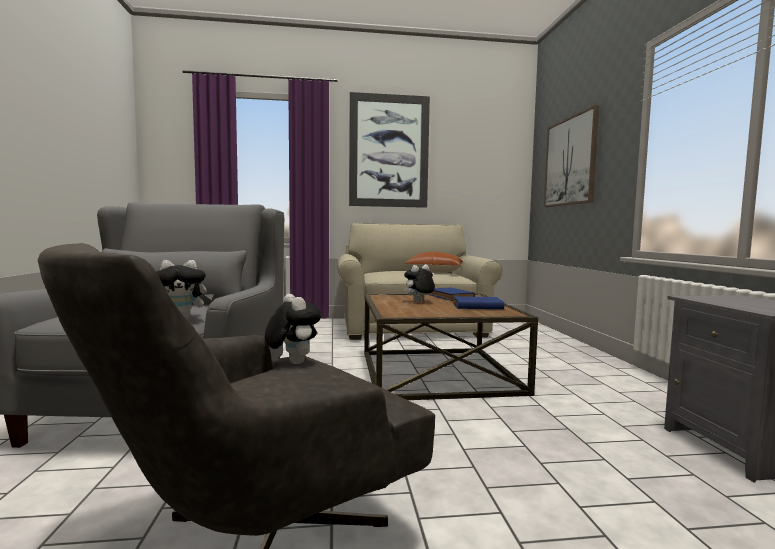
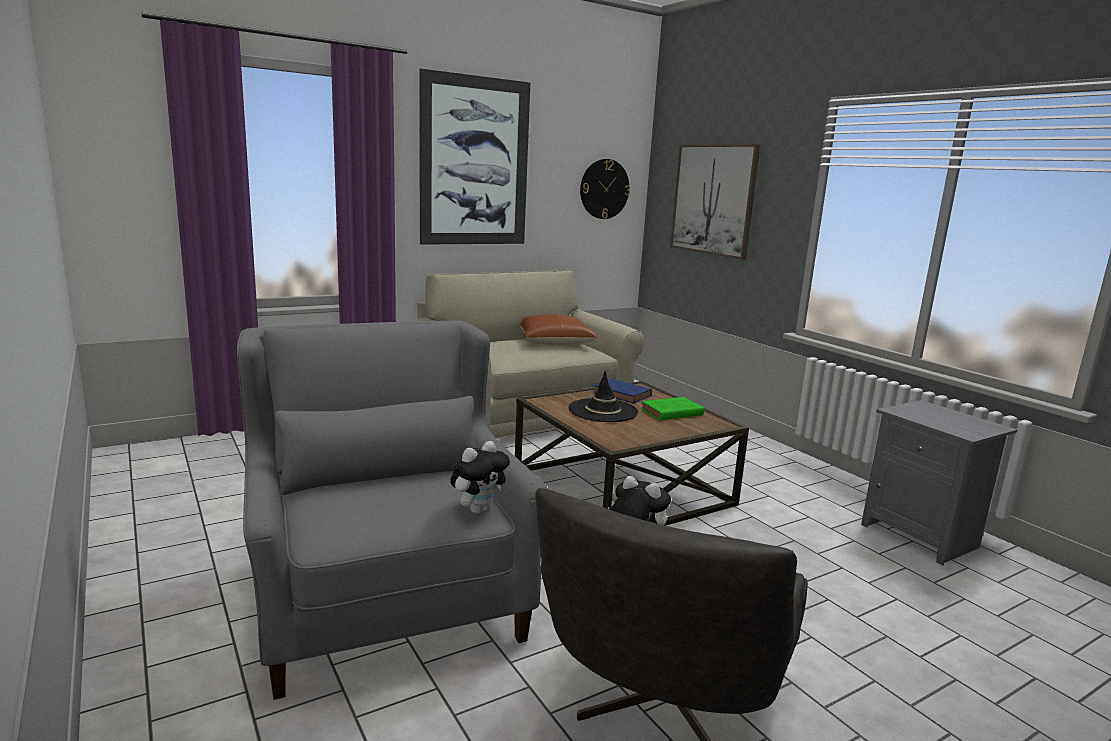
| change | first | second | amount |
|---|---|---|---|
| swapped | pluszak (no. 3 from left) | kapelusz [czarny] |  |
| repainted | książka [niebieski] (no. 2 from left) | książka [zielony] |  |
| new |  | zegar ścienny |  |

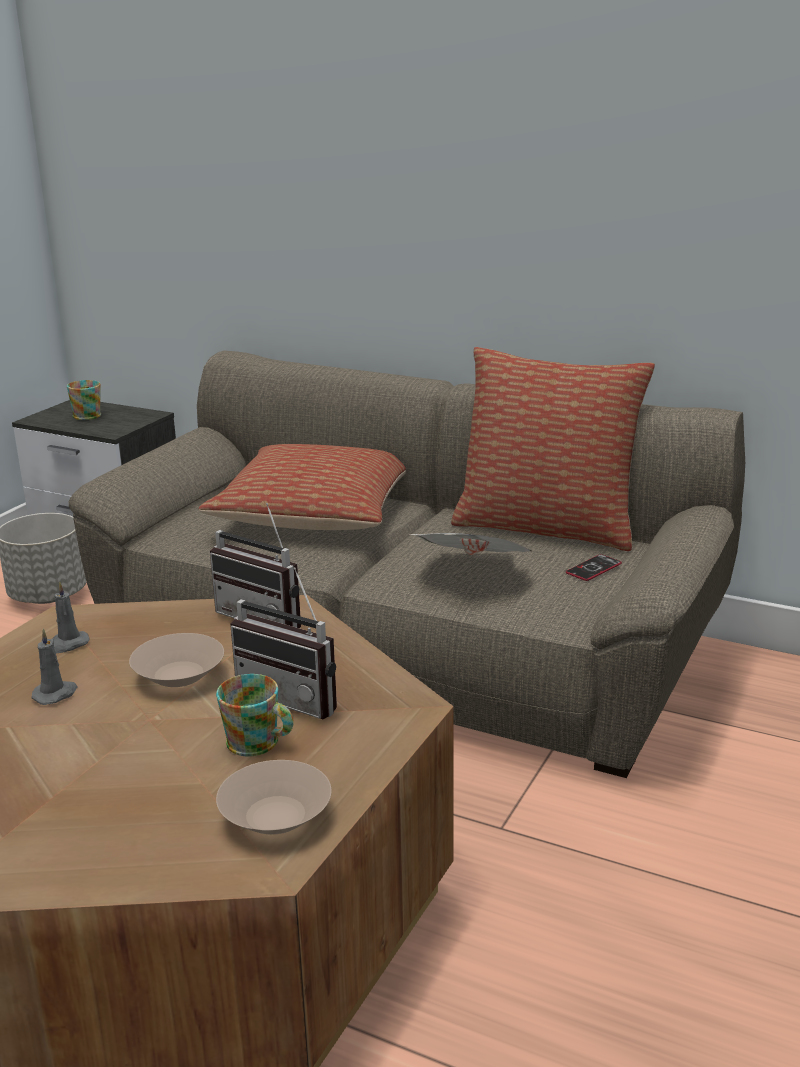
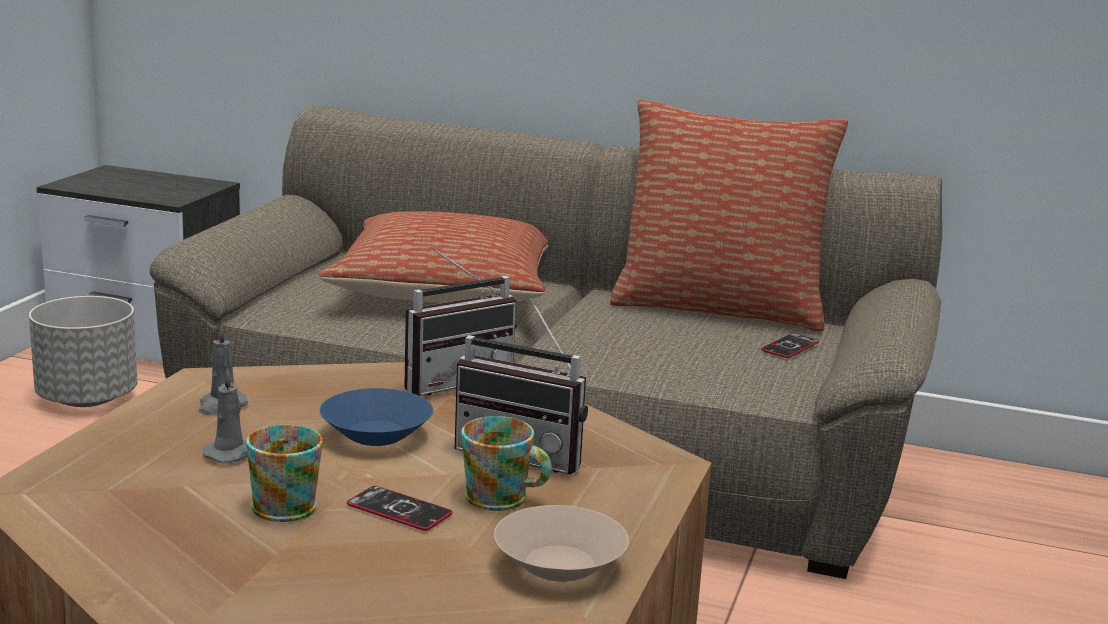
| change | first | second | amount |
|---|---|---|---|
| shifted | kubek (no. 1 from left) |  |  |
| rotated | radio (no. 1 from left) |  | 60 degrees counterclockwise |
| gone | gazeta |  |  |
| repainted | miska [beżowy] (no. 1 from left) | miska [niebieski] |  |
| new |  | telefon (no. 1 from left) |  |

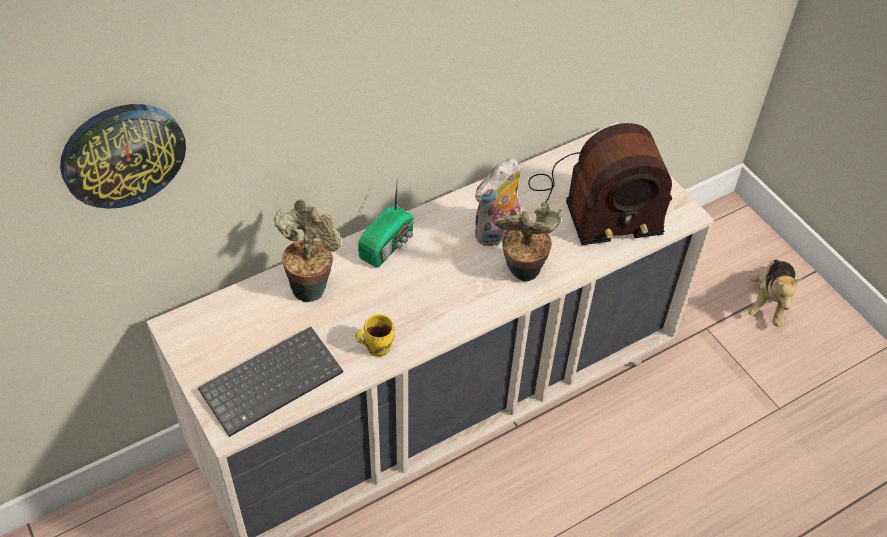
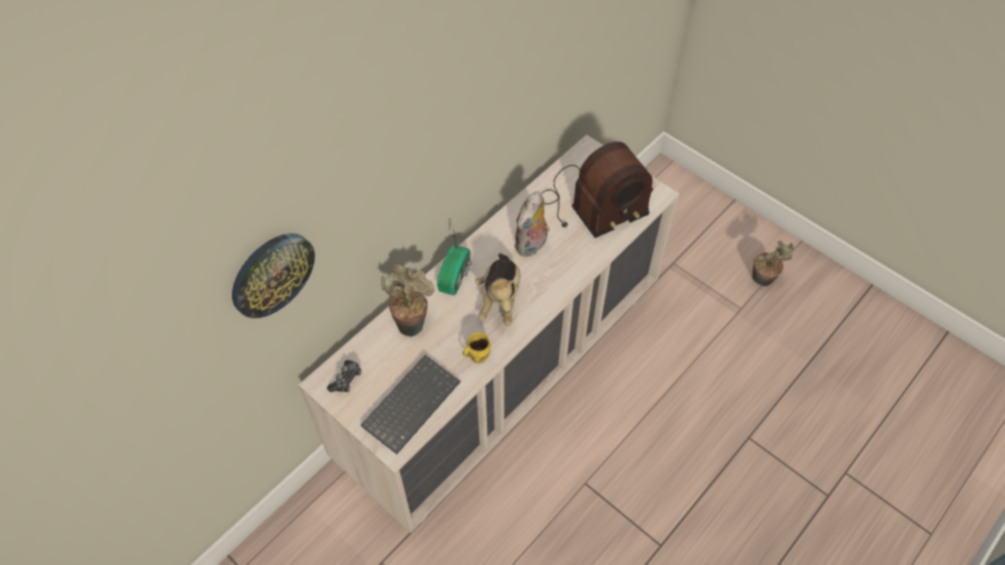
| change | first | second | amount |
|---|---|---|---|
| shifted | roślina doniczkowa (no. 2 from left) |  |  |
| shifted | pluszak (no. 2 from left in the first image) | pluszak (no. 1 from left) |  |
| new |  | pad do gier |  |

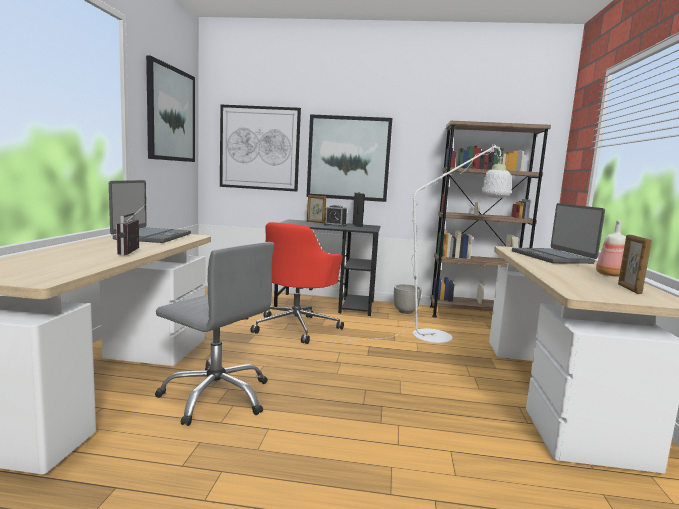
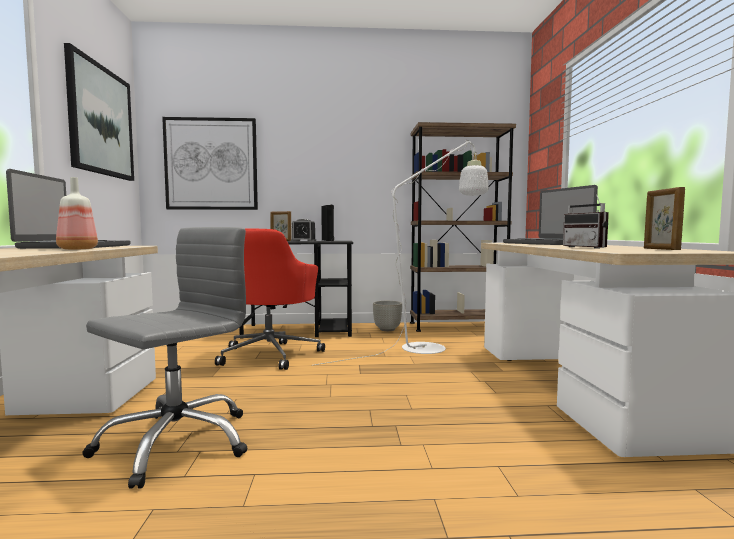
| change | first | second | amount |
|---|---|---|---|
| gone | obraz (no. 3 from left) |  |  |
| shifted | radio |  |  |
| shifted | butelka |  |  |
| rotated | krzesło biurowe [szary] |  | 75 degrees counterclockwise |

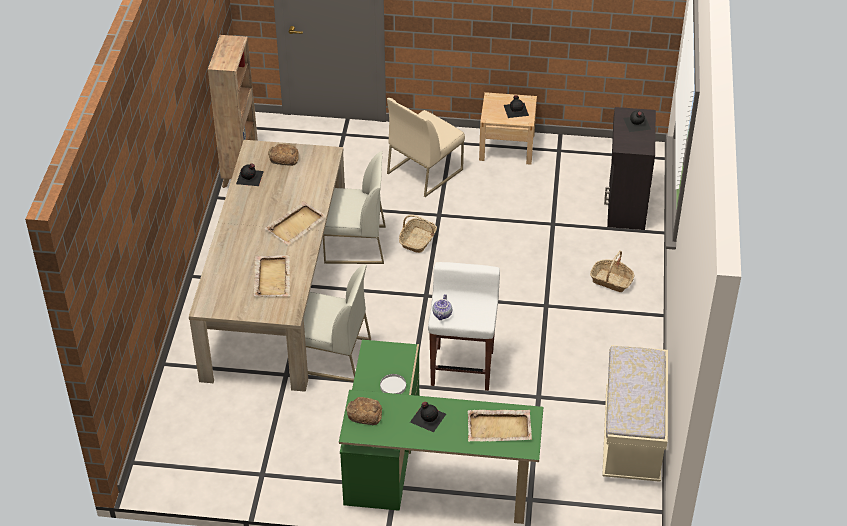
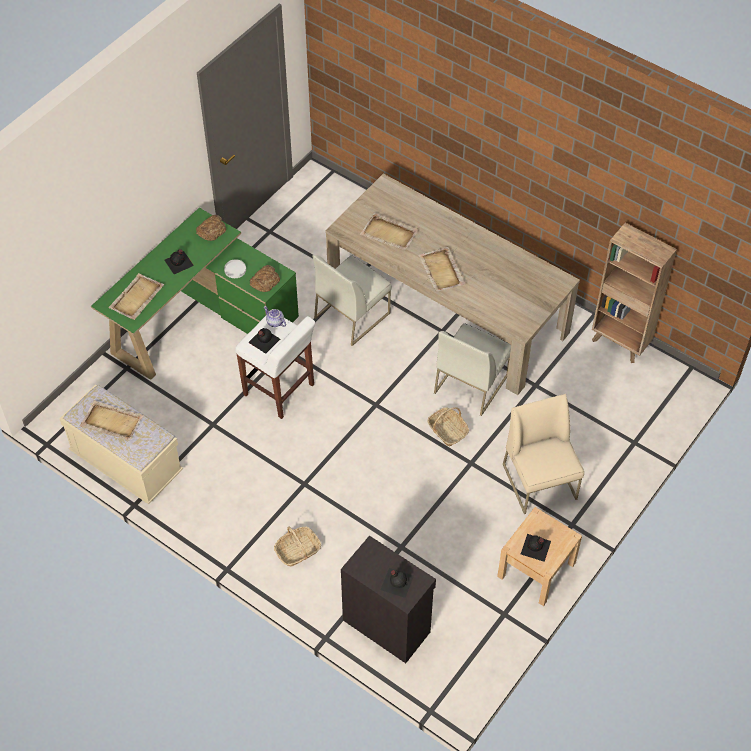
| change | first | second | amount |
|---|---|---|---|
| shifted | chleb (no. 1 from left in the first image) | chleb (no. 2 from left) |  |
| shifted | butelka [czarny] (no. 1 from left in the first image) | butelka [czarny] (no. 2 from left) |  |
| new |  | taca [beżowy] (no. 1 from left) |  |

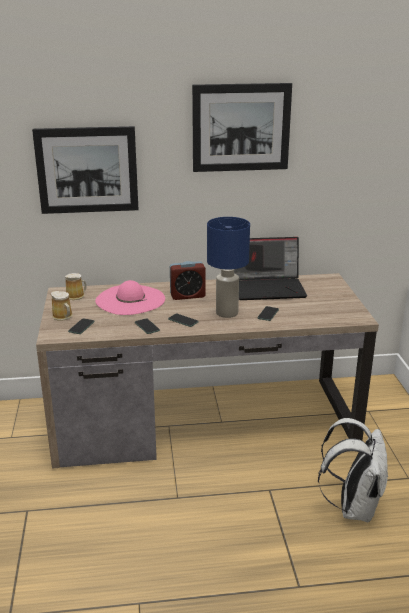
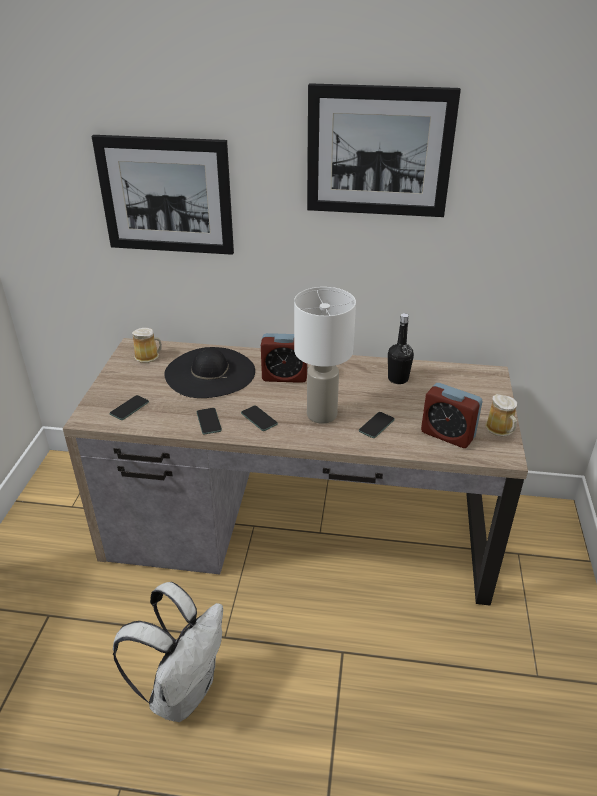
| change | first | second | amount |
|---|---|---|---|
| repainted | lampa stołowa [niebieski] | lampa stołowa [biały] |  |
| swapped | laptop | butelka [czarny] |  |
| repainted | kapelusz [różowy] | kapelusz [czarny] |  |
| shifted | kubek (no. 1 from left in the first image) | kubek (no. 2 from left) |  |
| shifted | plecak [biały] |  |  |
| new |  | budzik (no. 2 from left) |  |

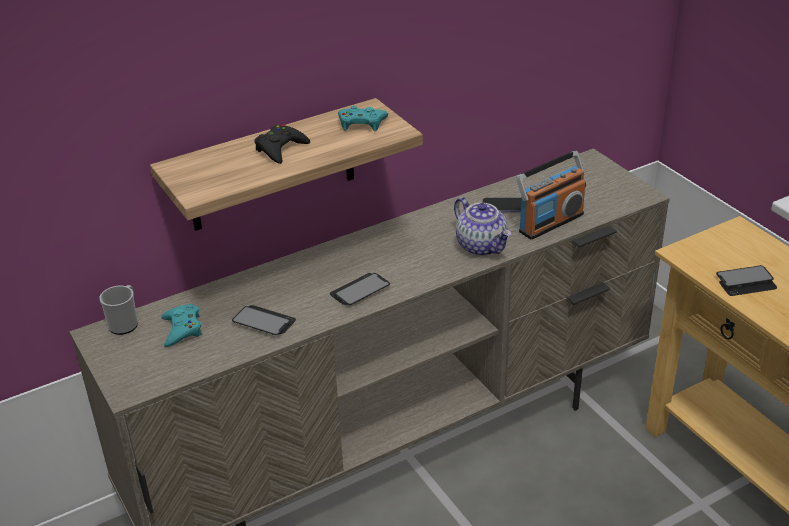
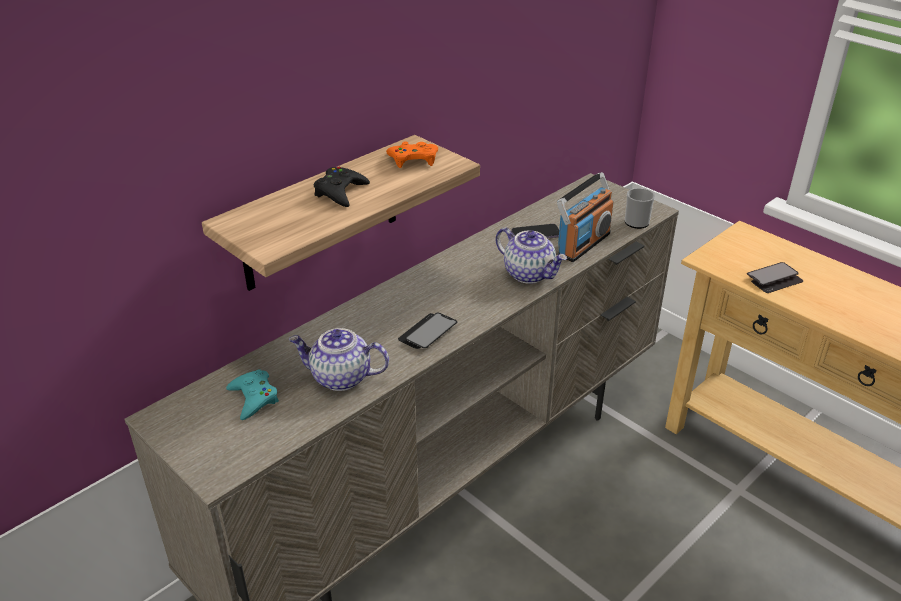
| change | first | second | amount |
|---|---|---|---|
| repainted | pad do gier [turkusowy] (no. 2 from left) | pad do gier [pomarańczowy] |  |
| shifted | kubek |  |  |
| swapped | telefon (no. 1 from left) | imbryk (no. 1 from left) |  |

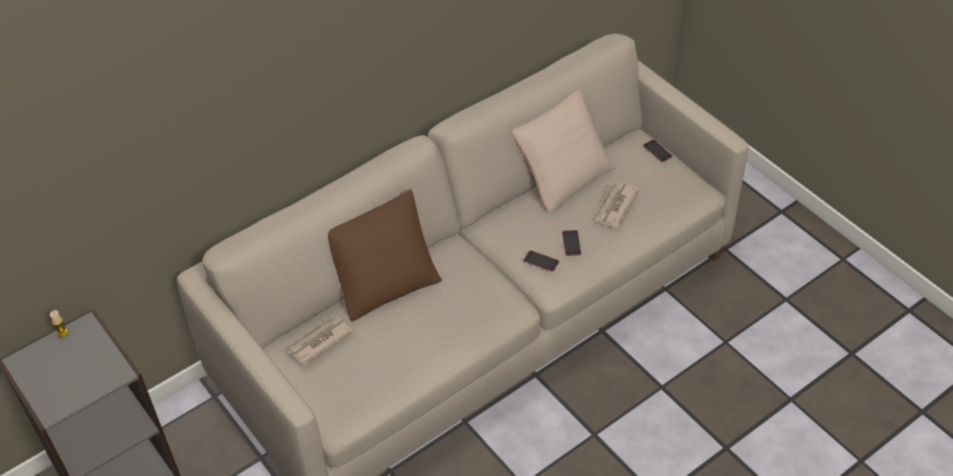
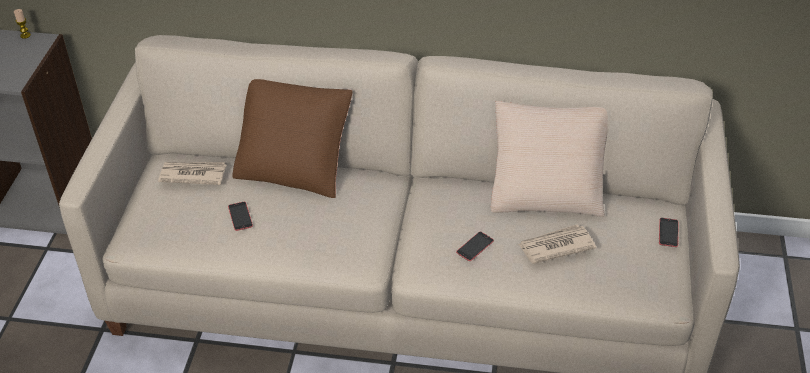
| change | first | second | amount |
|---|---|---|---|
| shifted | telefon (no. 1 from left) |  |  |

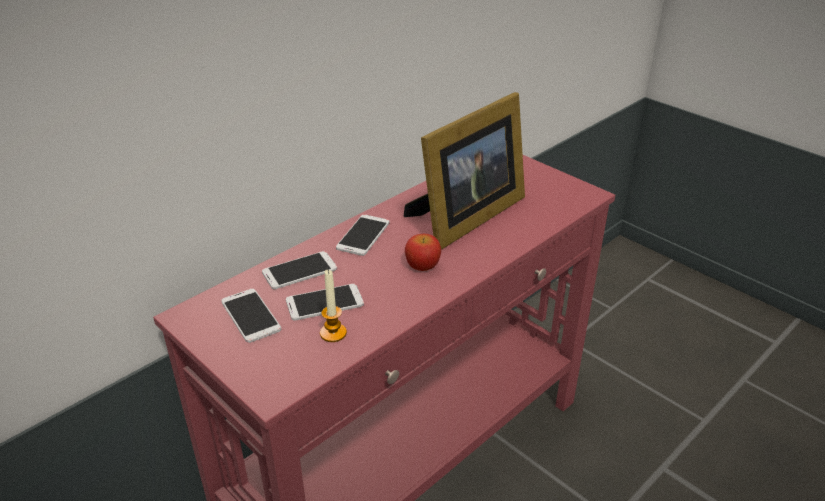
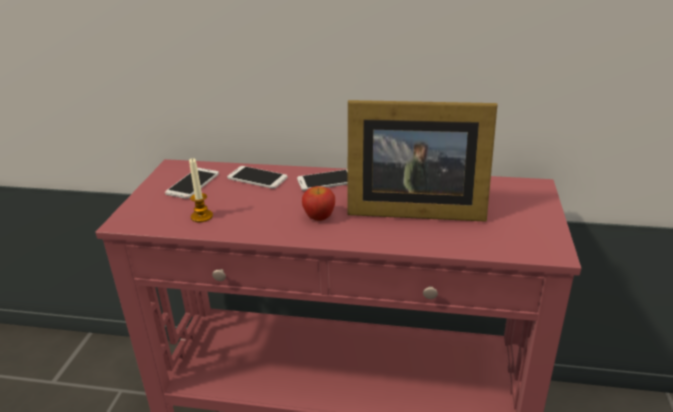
| change | first | second | amount |
|---|---|---|---|
| gone | telefon (no. 3 from left) |  |  |

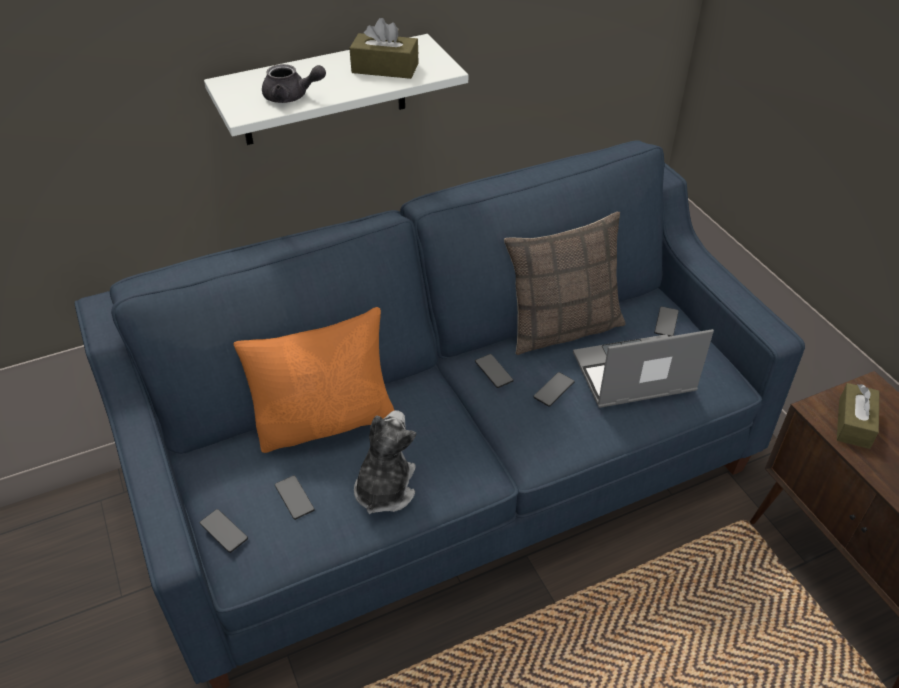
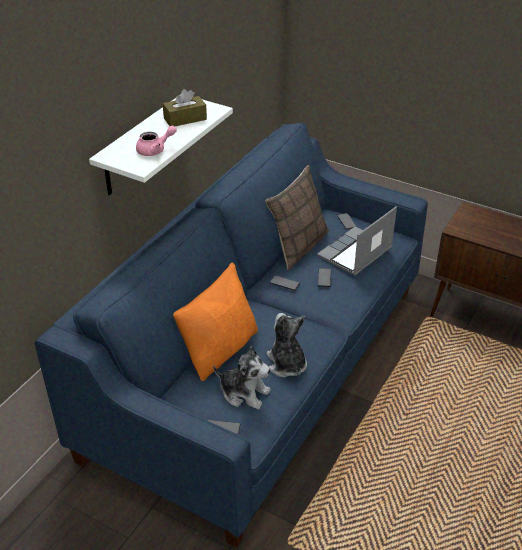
| change | first | second | amount |
|---|---|---|---|
| repainted | imbryk [szary] | imbryk [różowy] |  |
| gone | pudełko chusteczek [brązowy] (no. 2 from left) |  |  |
| swapped | telefon (no. 2 from left) | pluszak (no. 1 from left) |  |

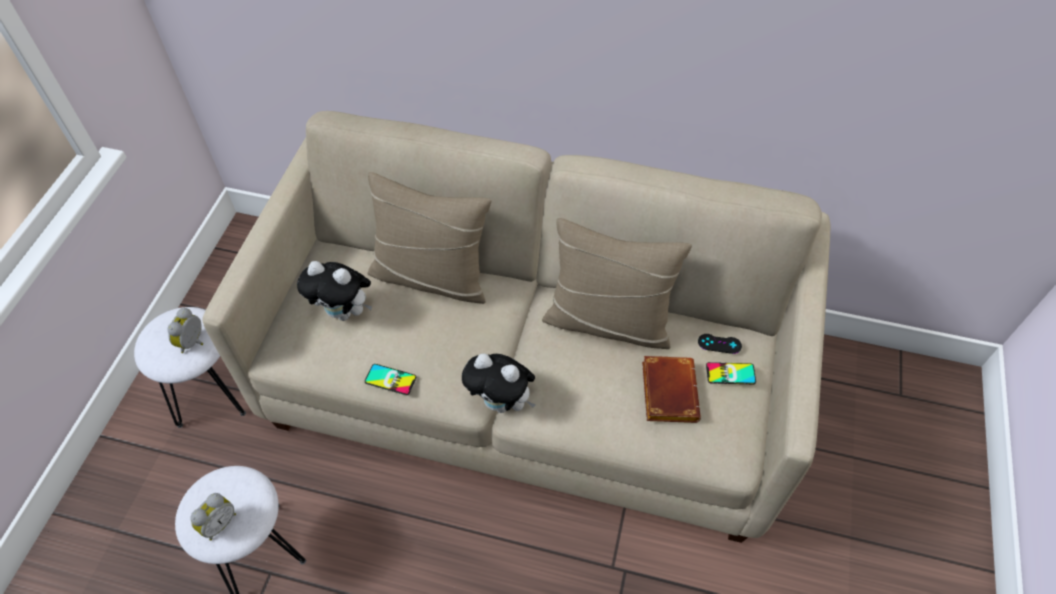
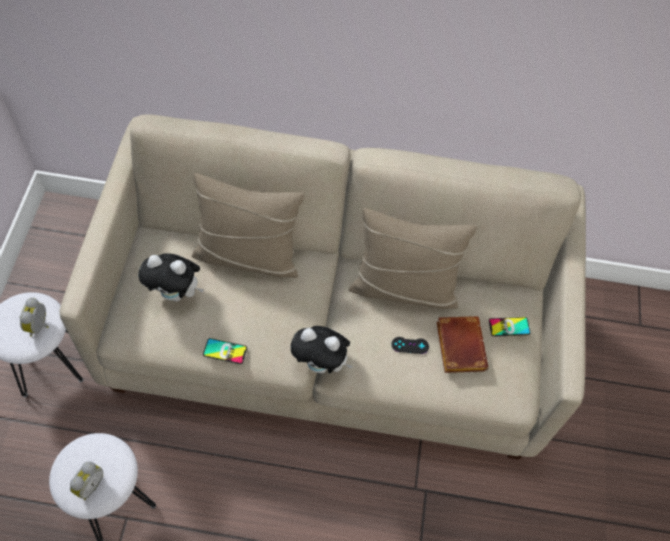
| change | first | second | amount |
|---|---|---|---|
| shifted | pad do gier [czarny] |  |  |

